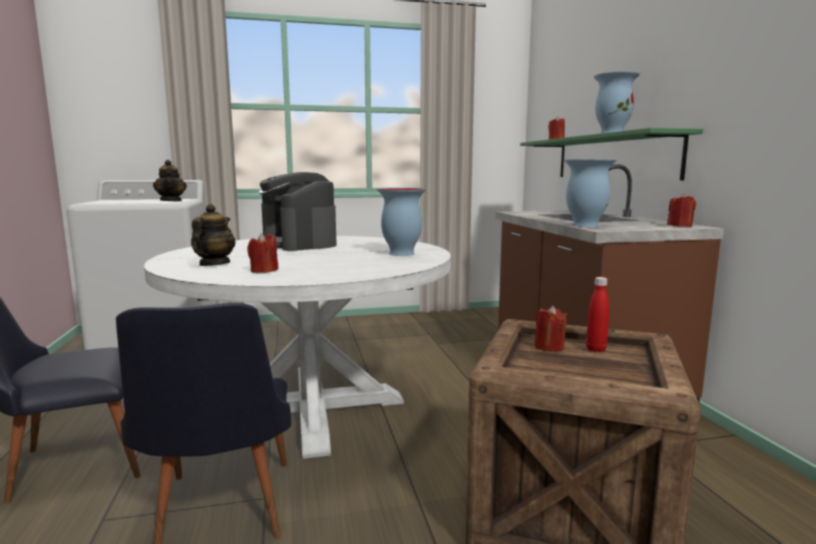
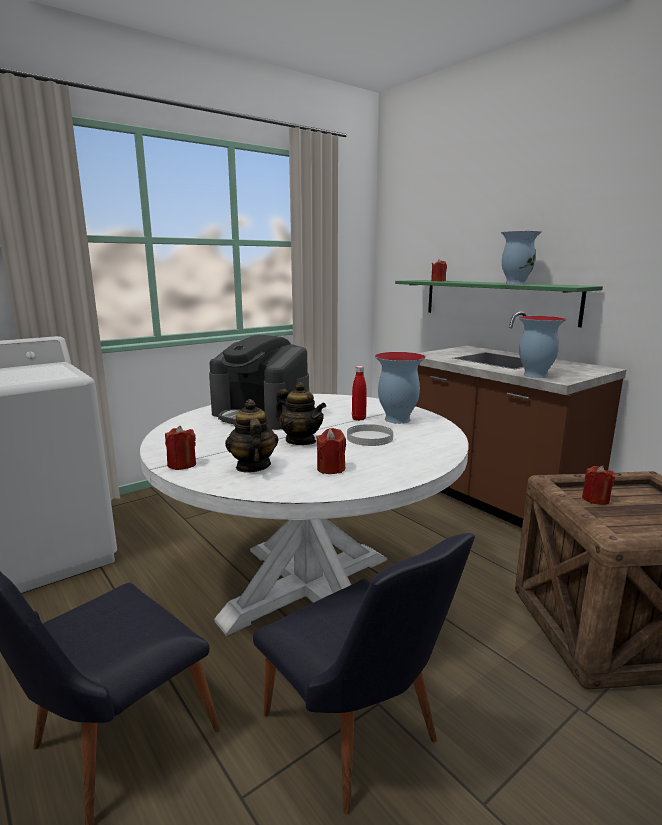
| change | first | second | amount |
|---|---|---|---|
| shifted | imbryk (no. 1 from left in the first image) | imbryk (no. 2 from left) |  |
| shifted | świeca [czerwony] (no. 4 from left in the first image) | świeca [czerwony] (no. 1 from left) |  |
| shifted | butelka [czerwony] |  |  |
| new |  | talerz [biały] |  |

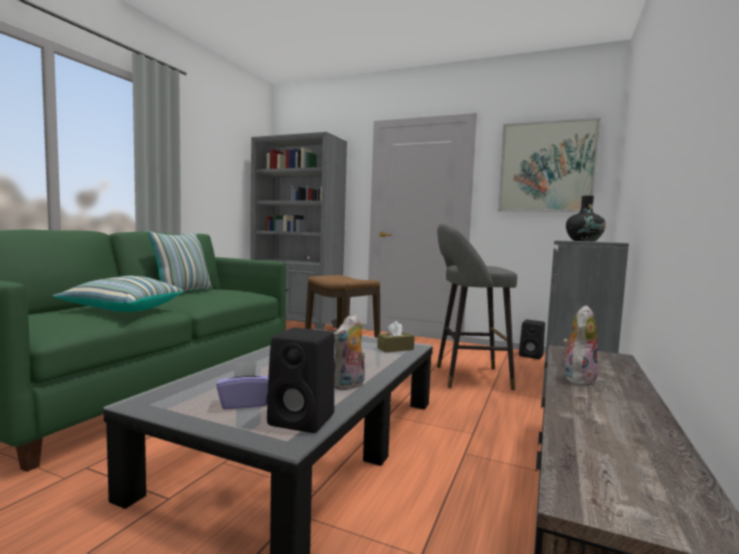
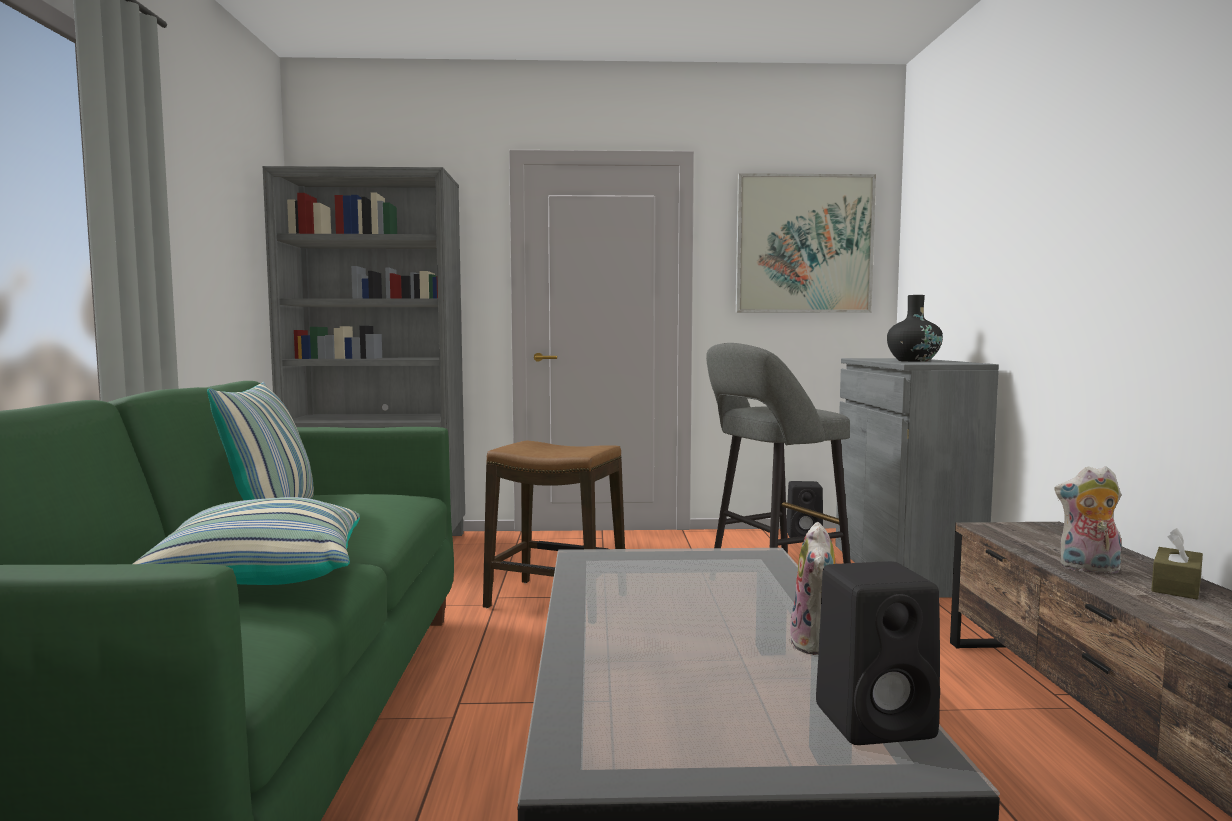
| change | first | second | amount |
|---|---|---|---|
| rotated | pluszak (no. 2 from left) |  | 90 degrees counterclockwise |
| shifted | pudełko chusteczek [brązowy] |  |  |
| gone | pudełko chusteczek [fioletowy] |  |  |

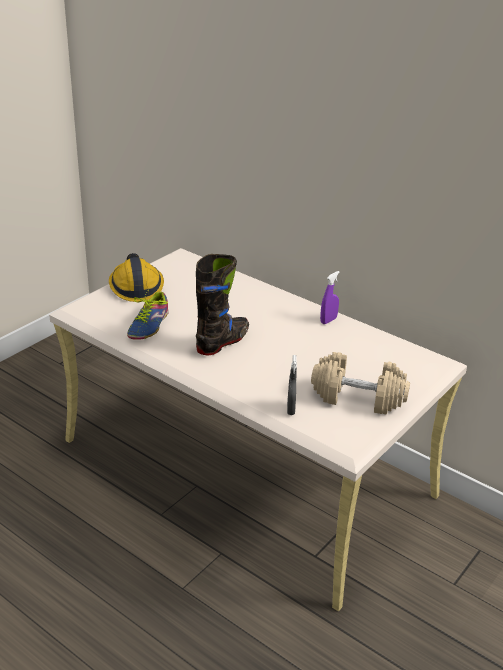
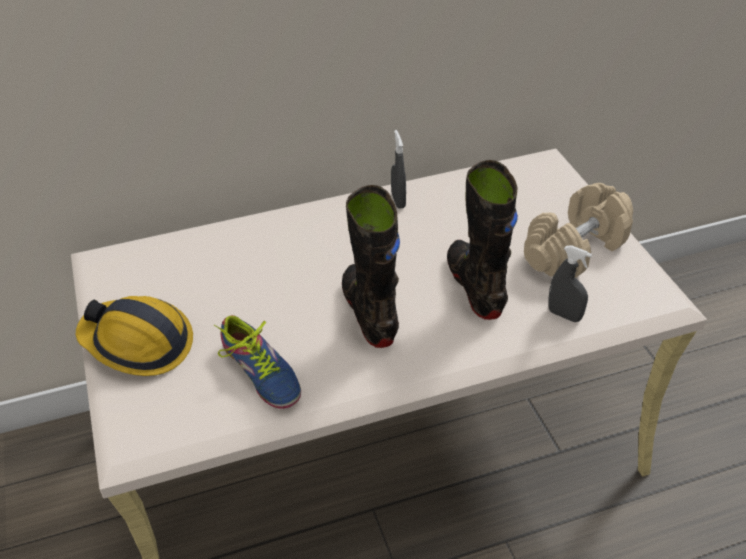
| change | first | second | amount |
|---|---|---|---|
| repainted | spryskiwacz [fioletowy] | spryskiwacz [szary] (no. 1 from left) |  |
| new |  | but z cholewką [czarny] (no. 2 from left) |  |

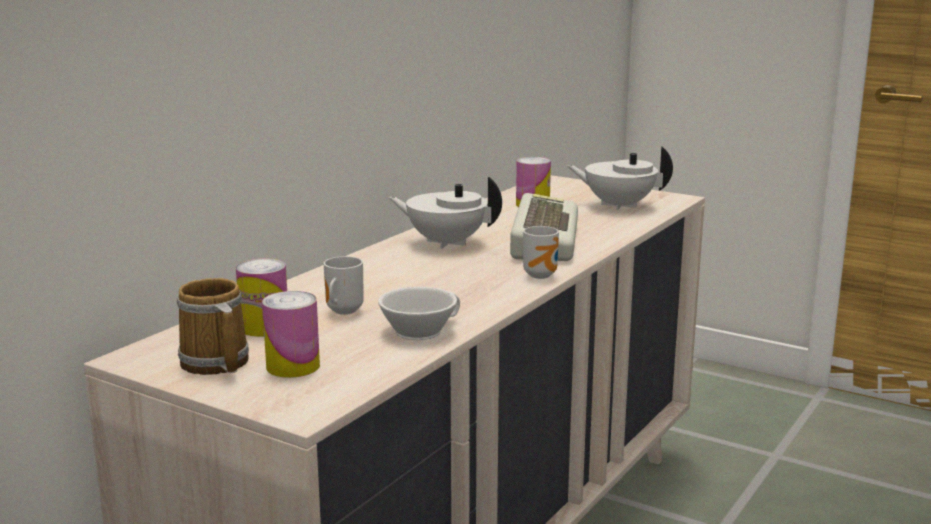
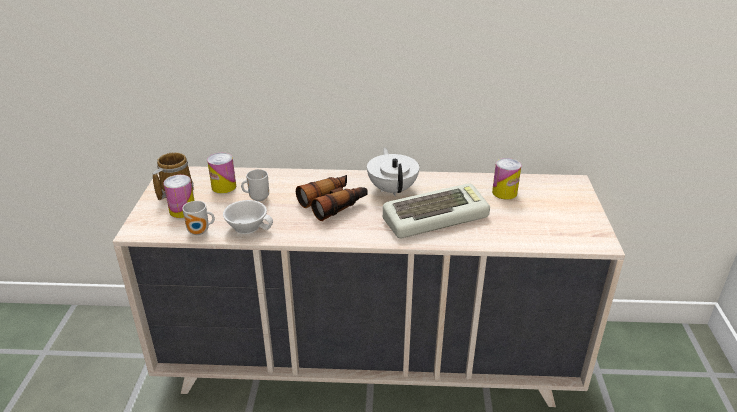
| change | first | second | amount |
|---|---|---|---|
| gone | imbryk [biały] (no. 2 from left) |  |  |
| shifted | kubek (no. 3 from left in the first image) | kubek (no. 2 from left) |  |
| new |  | lornetka |  |

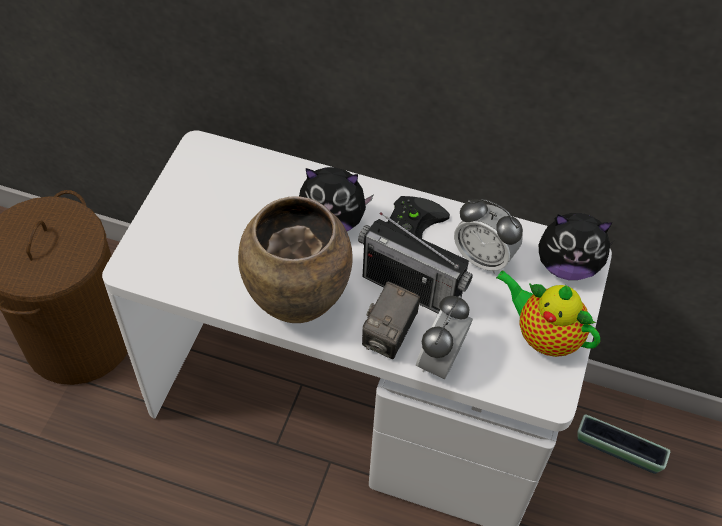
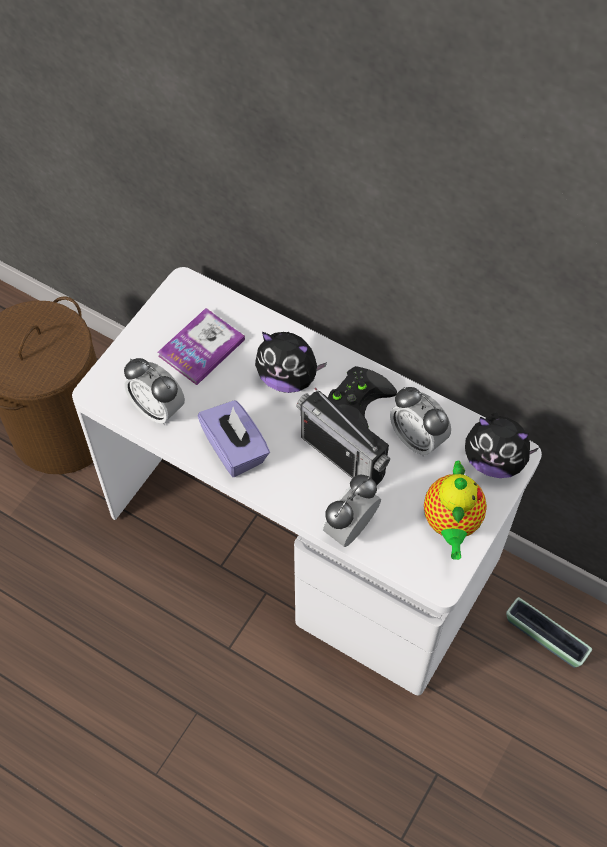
| change | first | second | amount |
|---|---|---|---|
| swapped | wazon [brązowy] | pudełko chusteczek [fioletowy] |  |
| rotated | imbryk |  | 135 degrees counterclockwise |
| gone | aparat fotograficzny |  |  |
| new |  | książka |  |
| new |  | budzik (no. 1 from left) |  |

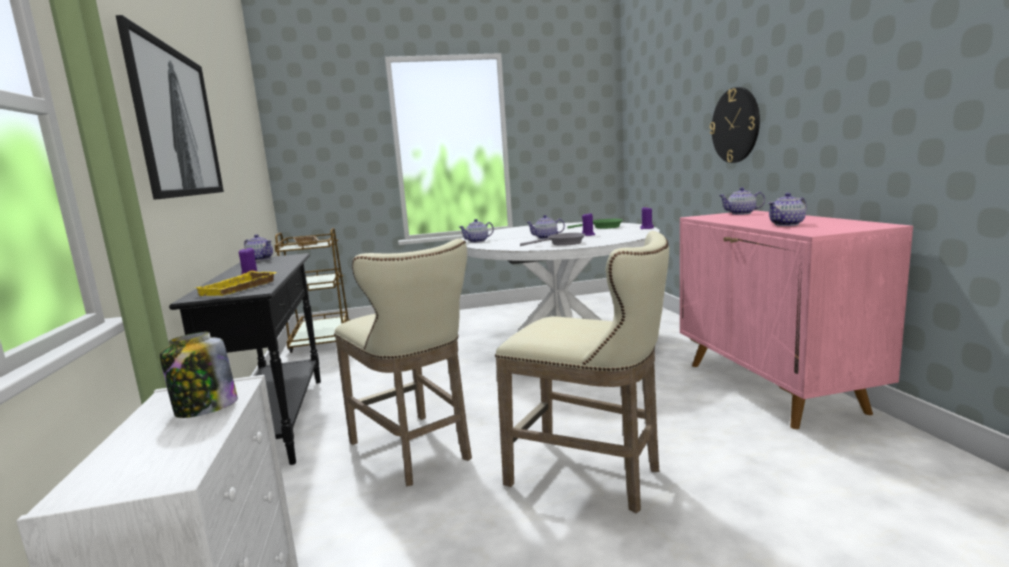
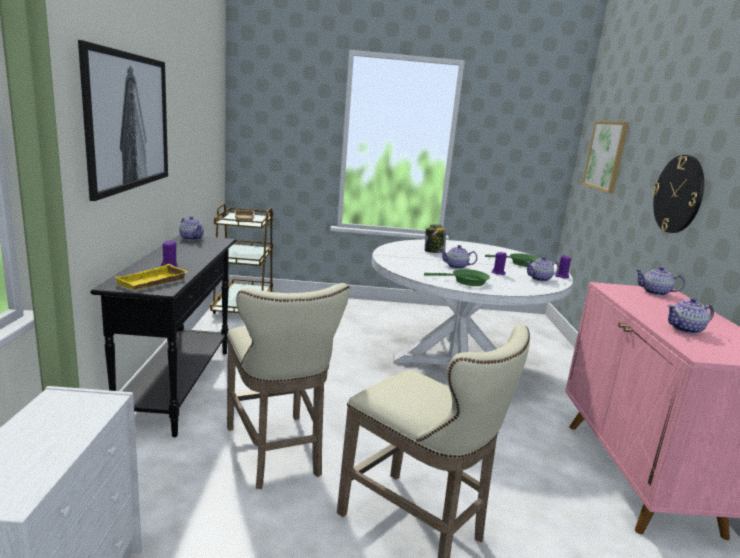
| change | first | second | amount |
|---|---|---|---|
| shifted | imbryk (no. 2 from left in the first image) | imbryk (no. 3 from left) |  |
| repainted | patelnia [szary] | patelnia [zielony] (no. 1 from left) |  |
| shifted | słoik |  |  |
| new |  | obraz (no. 2 from left) |  |

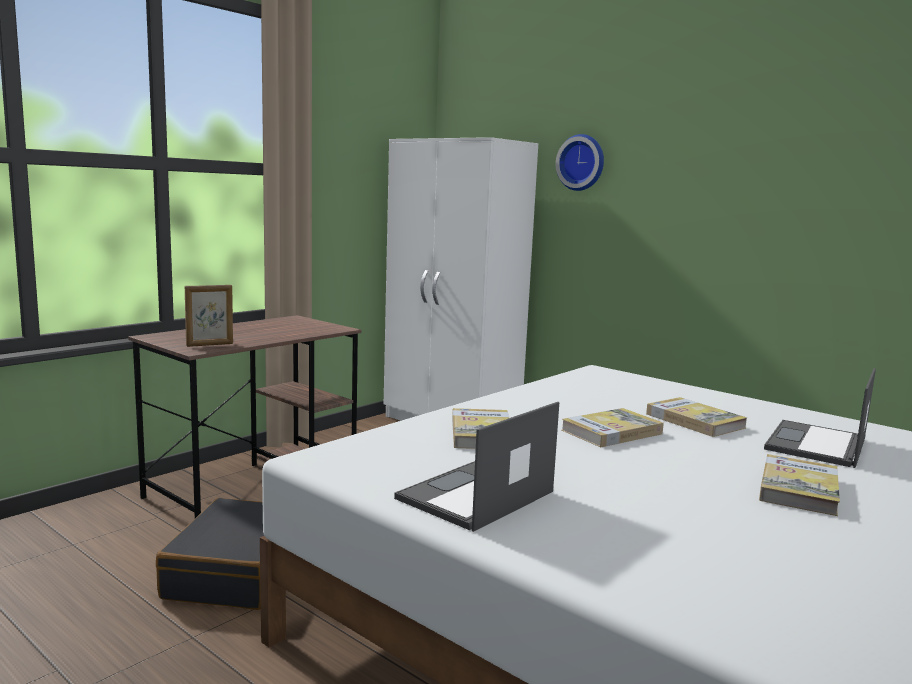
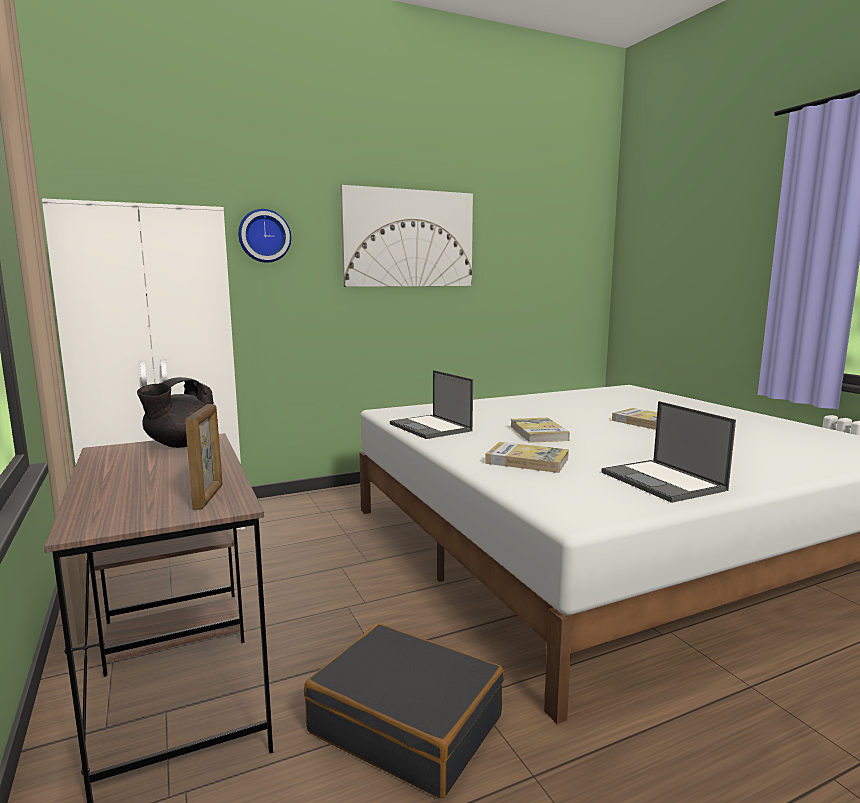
| change | first | second | amount |
|---|---|---|---|
| shifted | laptop (no. 2 from left in the first image) | laptop (no. 1 from left) |  |
| gone | książka (no. 3 from left) |  |  |
| new |  | obraz |  |
| new |  | imbryk [czarny] |  |

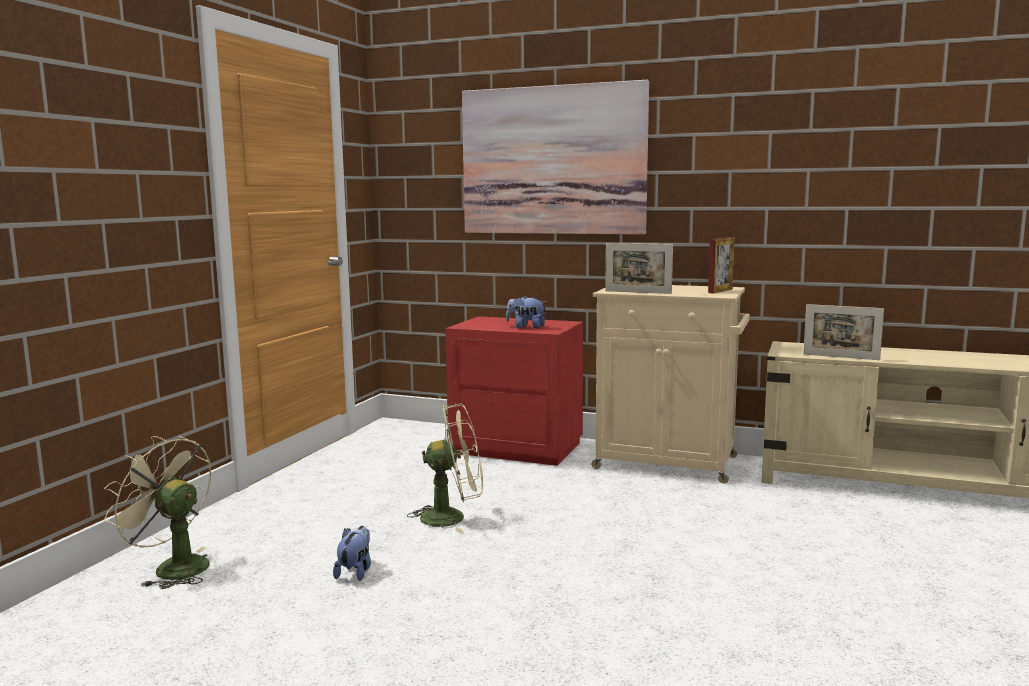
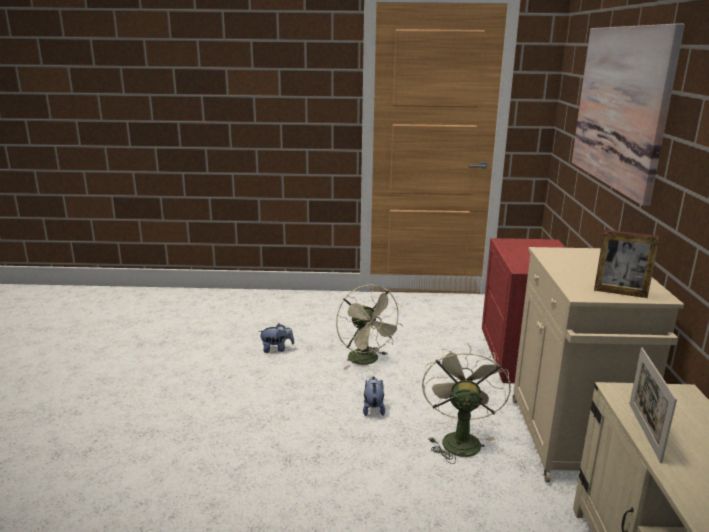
| change | first | second | amount |
|---|---|---|---|
| gone | ramka na zdjęcie (no. 1 from left) |  |  |
| shifted | pluszak (no. 2 from left) |  |  |
| shifted | wentylator [beżowy] (no. 1 from left in the first image) | wentylator [beżowy] (no. 2 from left) |  |

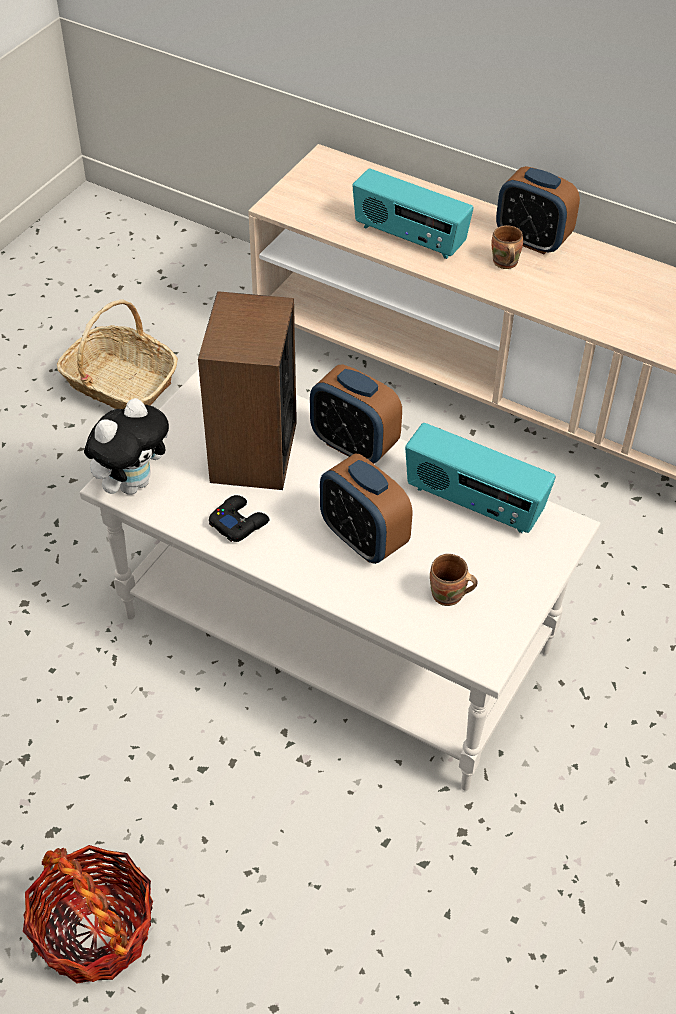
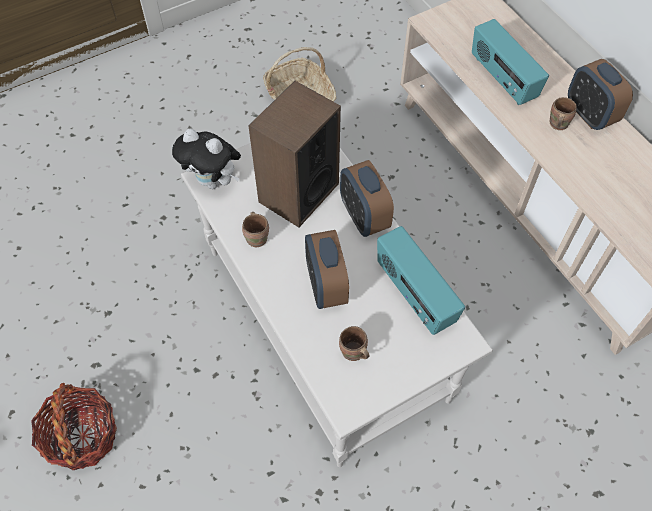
| change | first | second | amount |
|---|---|---|---|
| rotated | pluszak |  | 45 degrees clockwise |
| swapped | pad do gier [czarny] | kubek [brązowy] (no. 1 from left) |  |

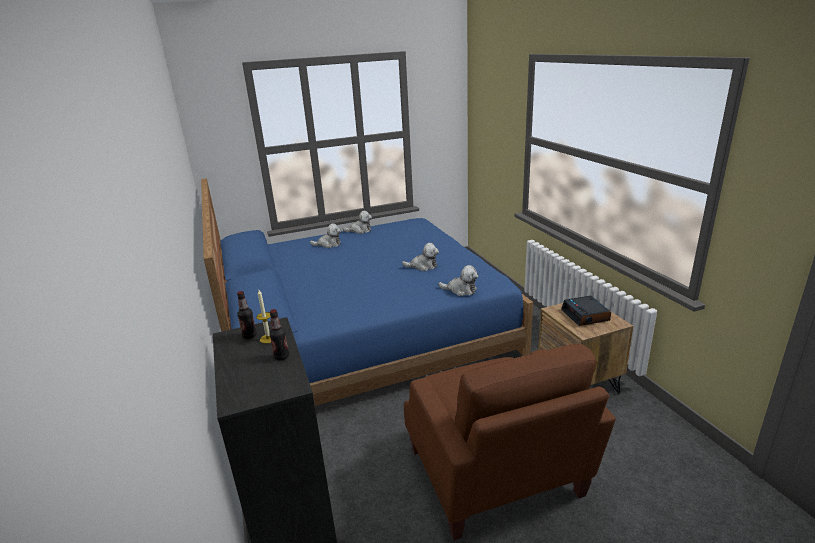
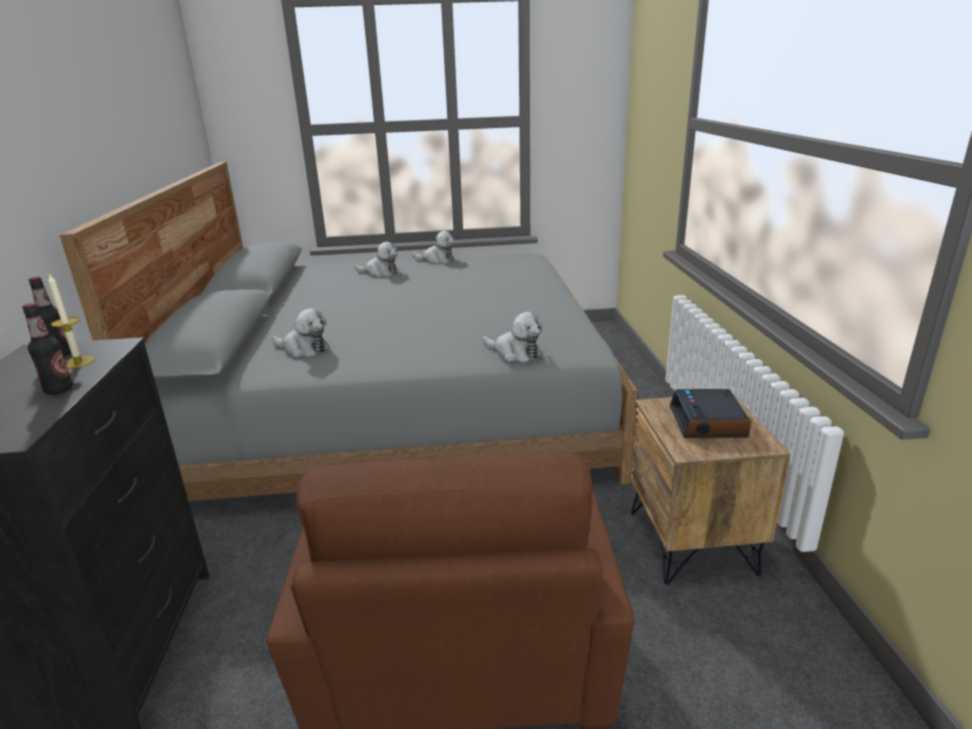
| change | first | second | amount |
|---|---|---|---|
| repainted | łóżko [niebieski] | łóżko [szary] |  |
| shifted | pluszak (no. 3 from left in the first image) | pluszak (no. 1 from left) |  |

